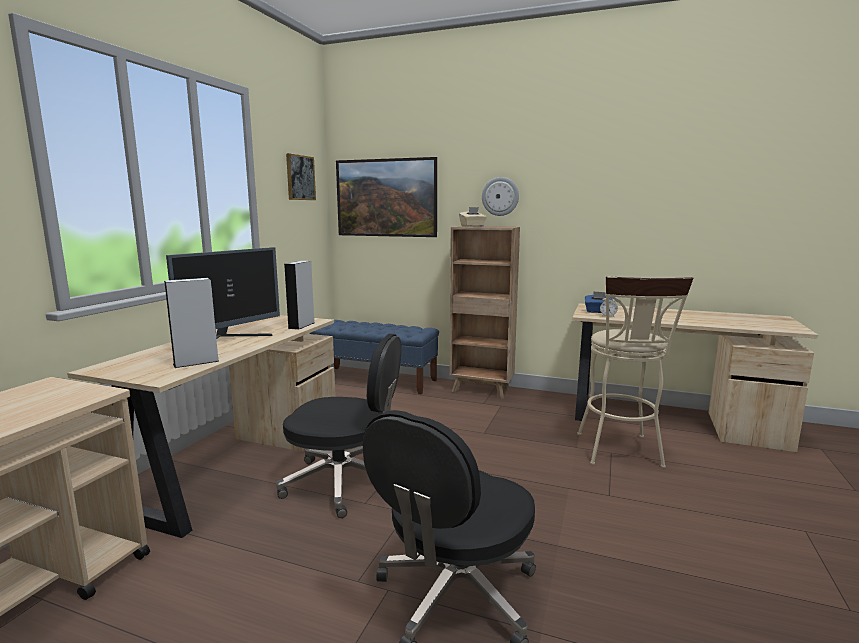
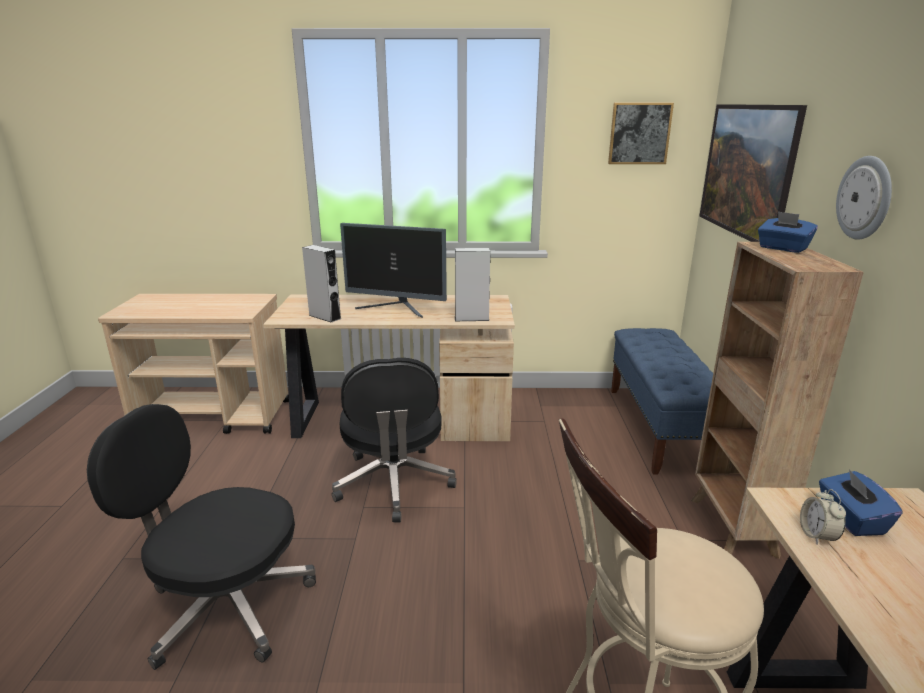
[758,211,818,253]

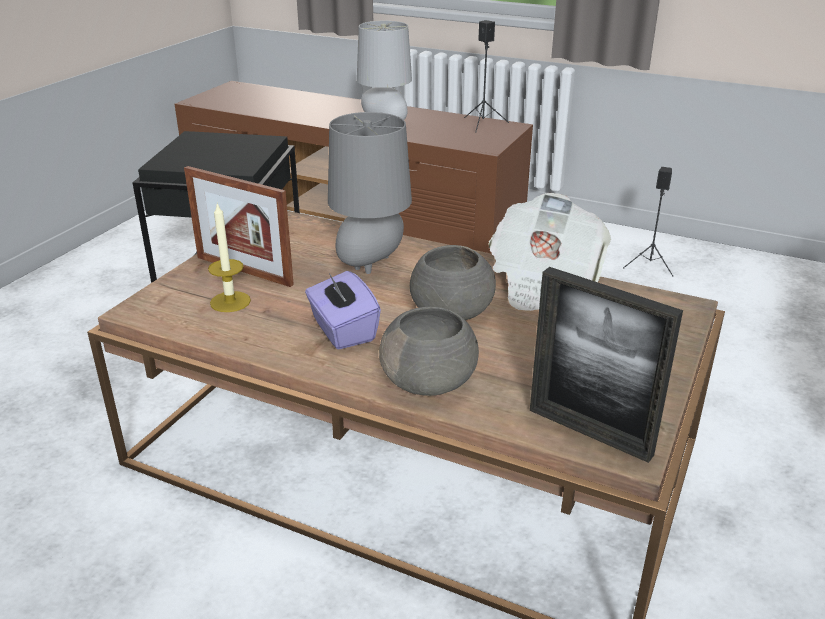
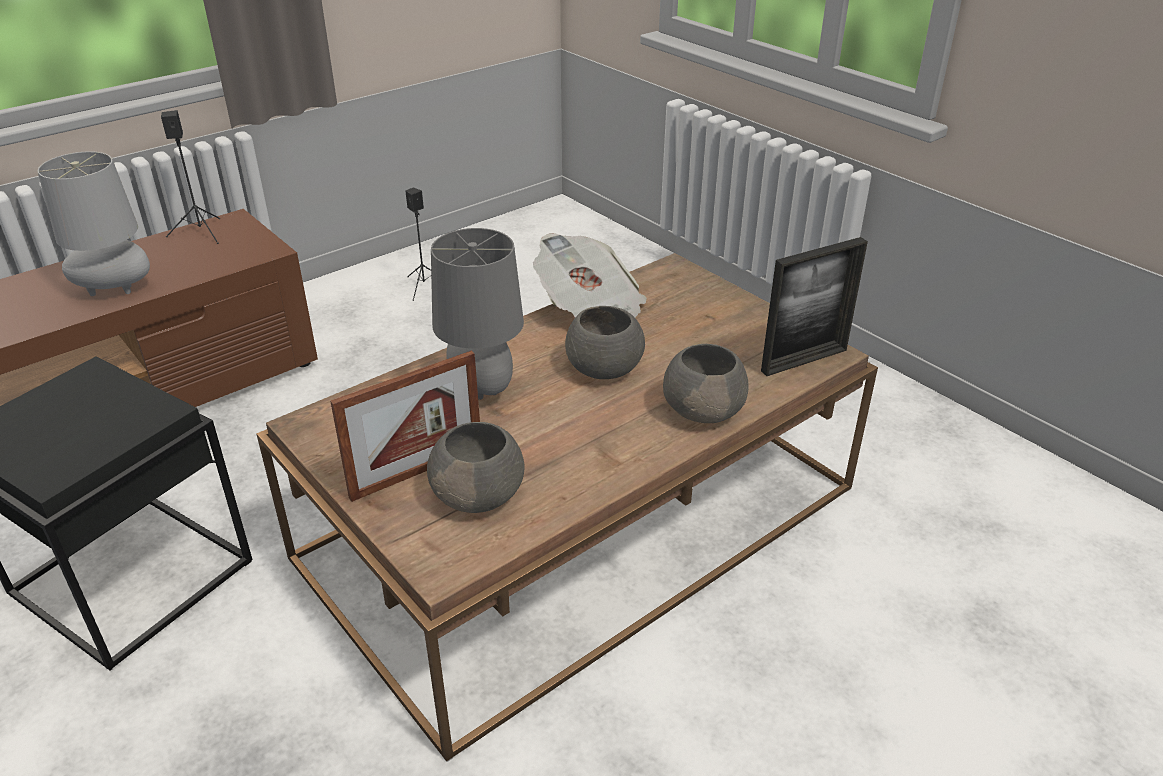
[305,271,381,350] (first image)
[427,422,525,513]

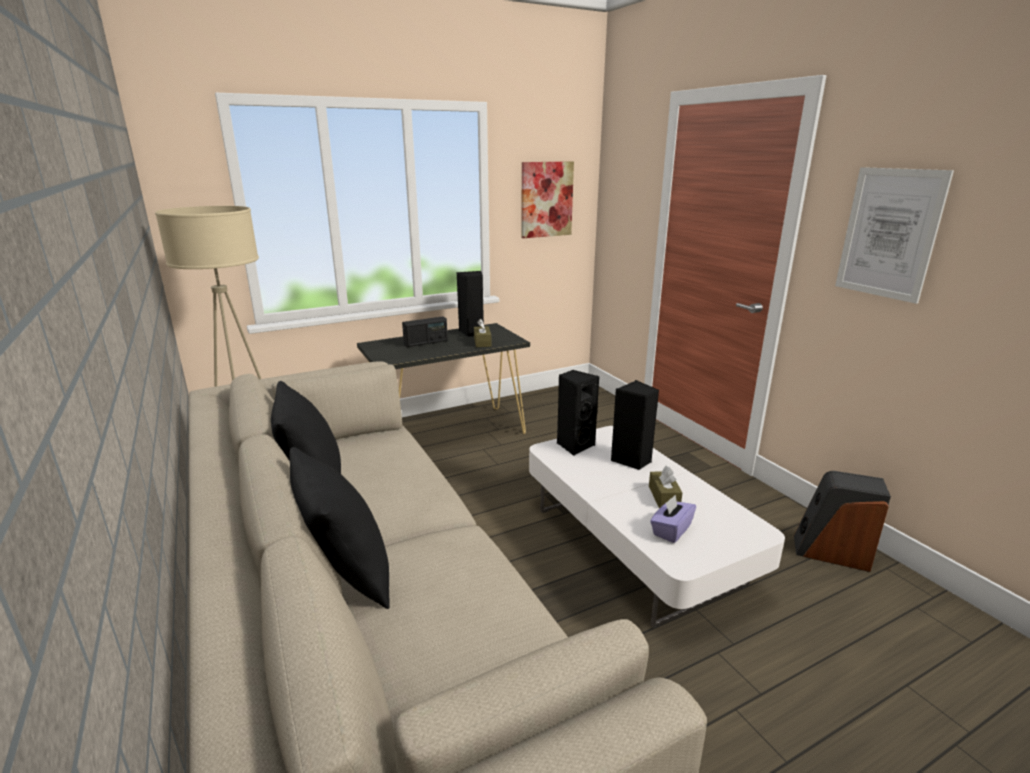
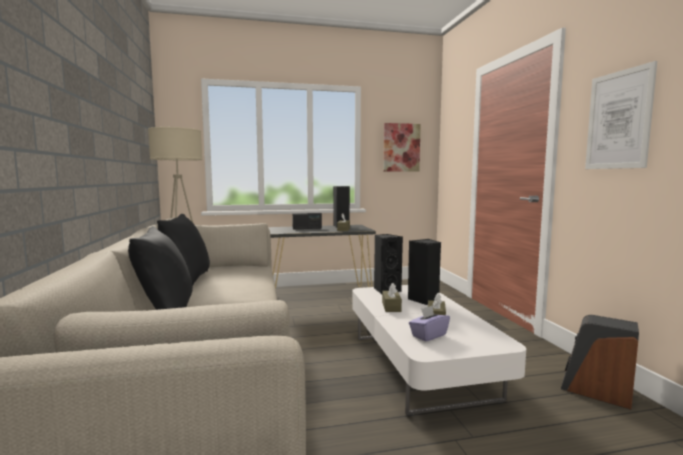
[382,283,402,312]

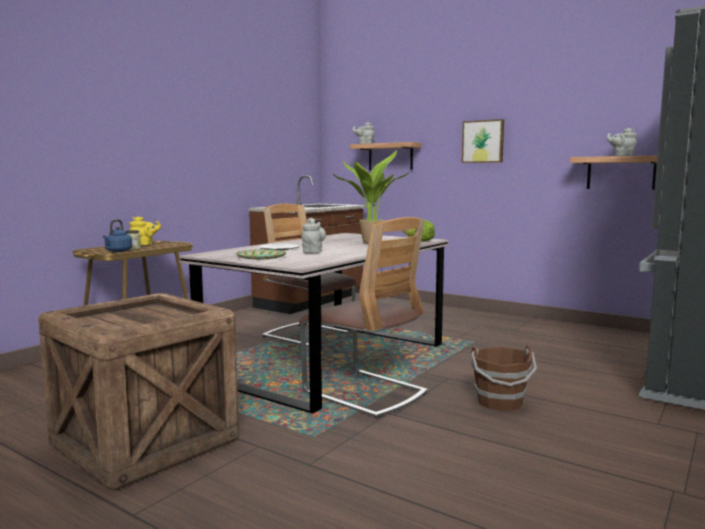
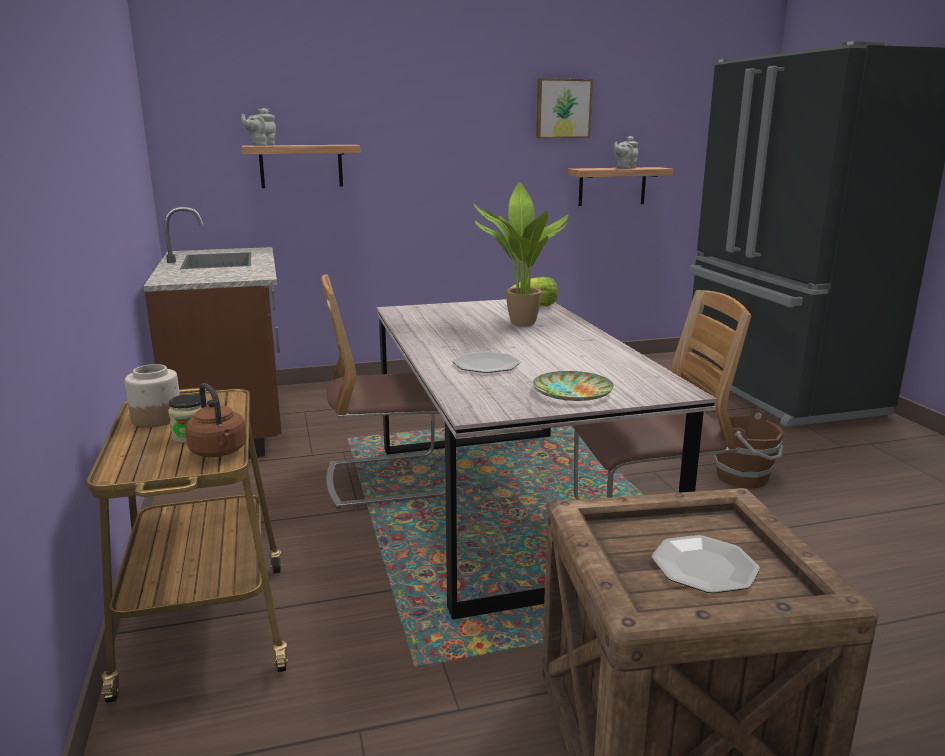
[302,218,326,253] (first image)
[652,535,760,593]
[536,78,593,138]
[125,364,180,427]
[185,383,247,457]

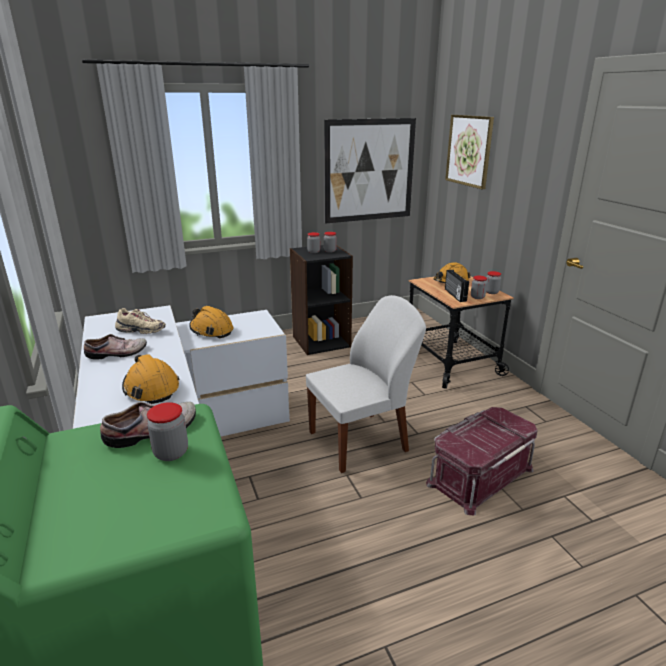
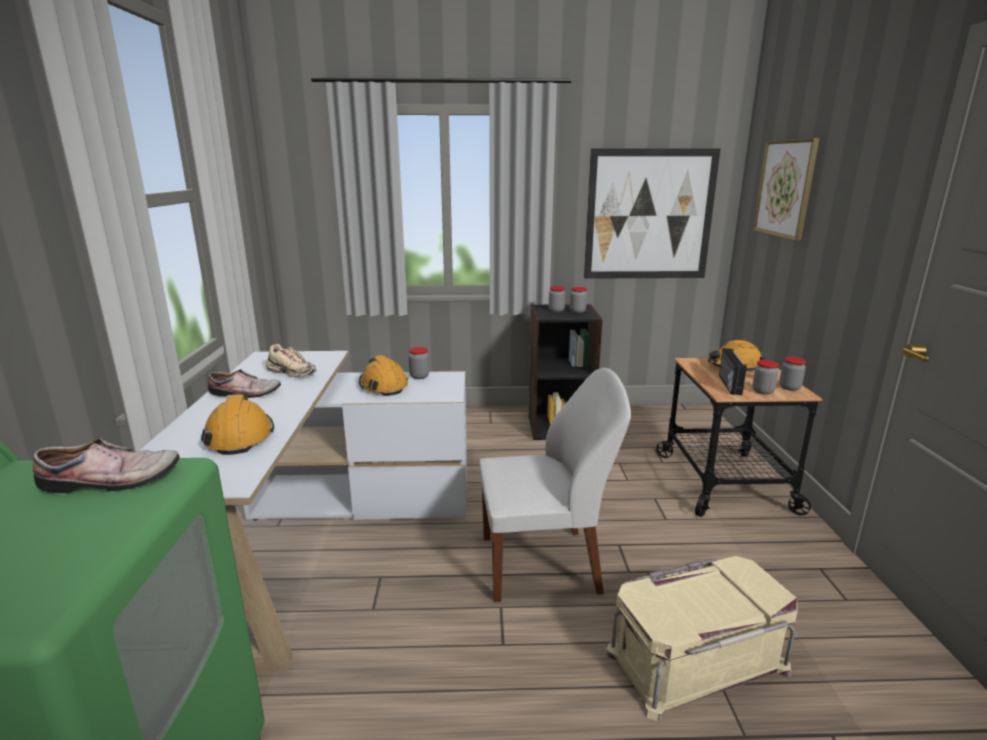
[409,347,429,379]
[605,556,798,722]

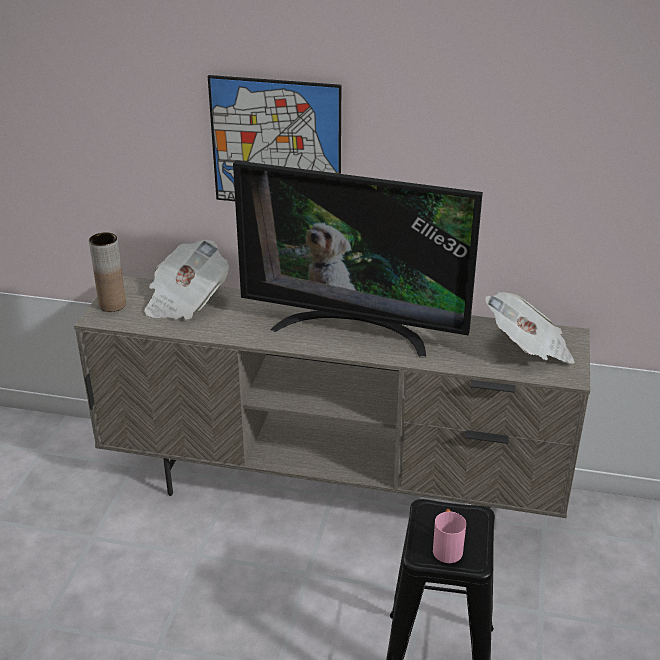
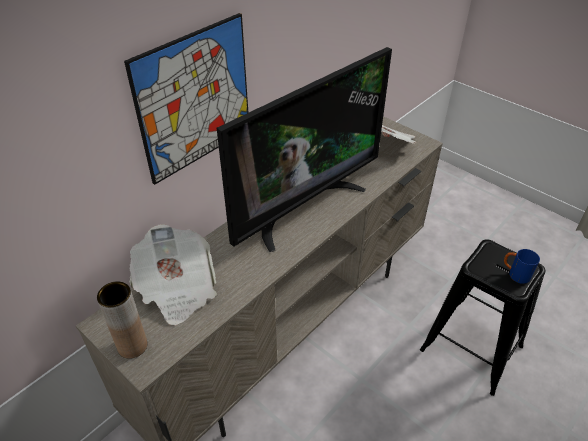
[504,249,540,284]

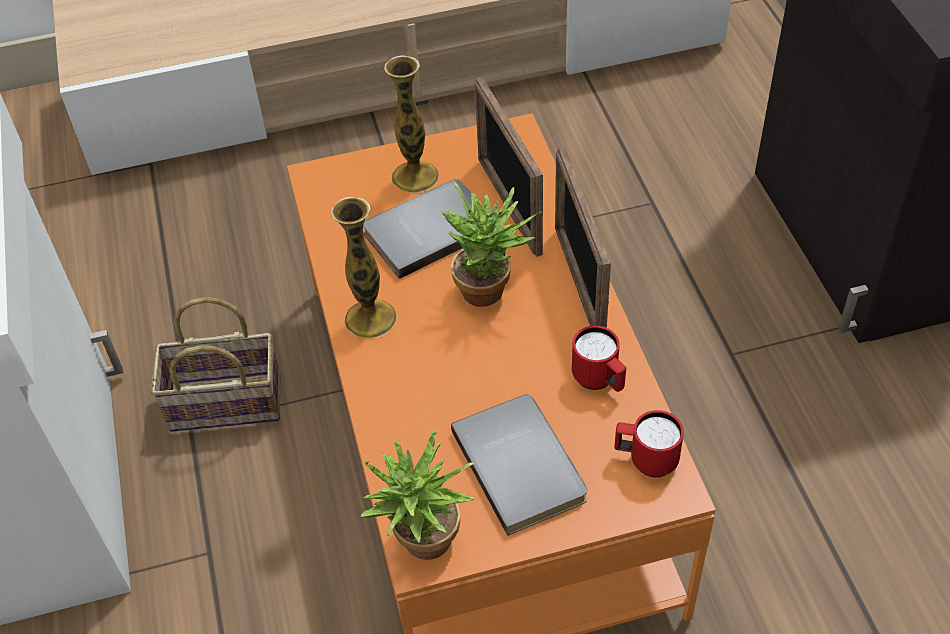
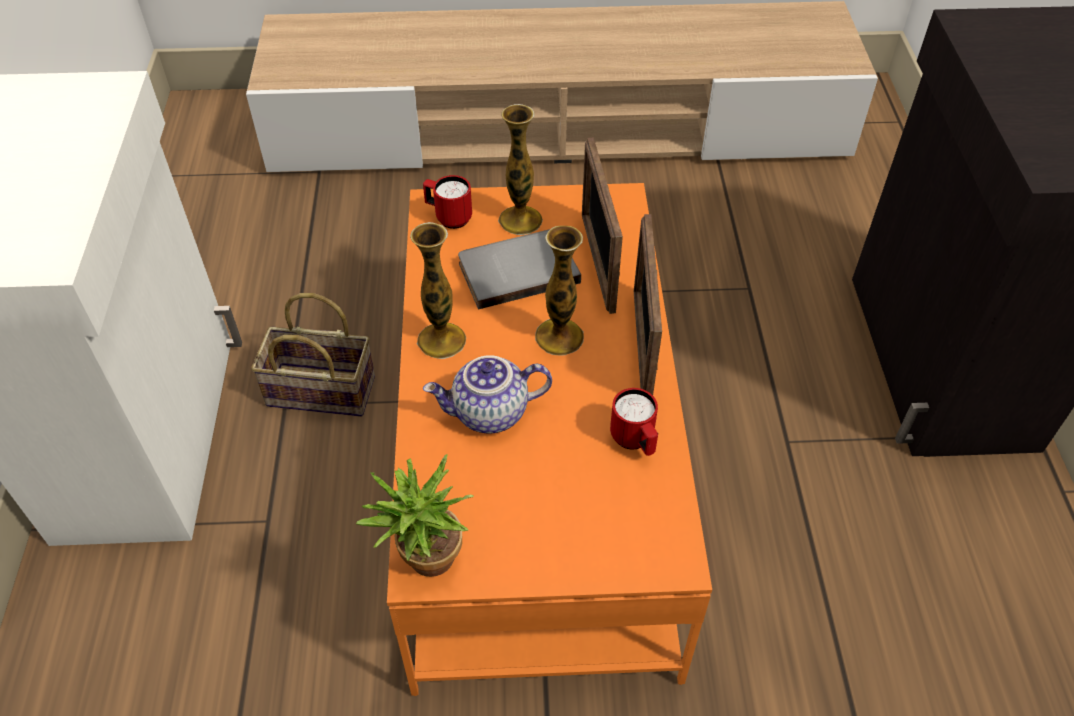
[451,394,587,536] (first image)
[423,355,552,434]
[423,175,472,229]
[535,226,584,356]

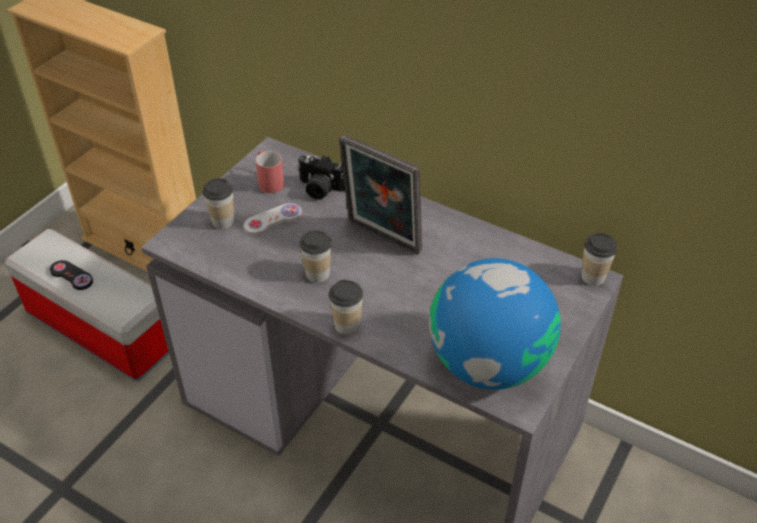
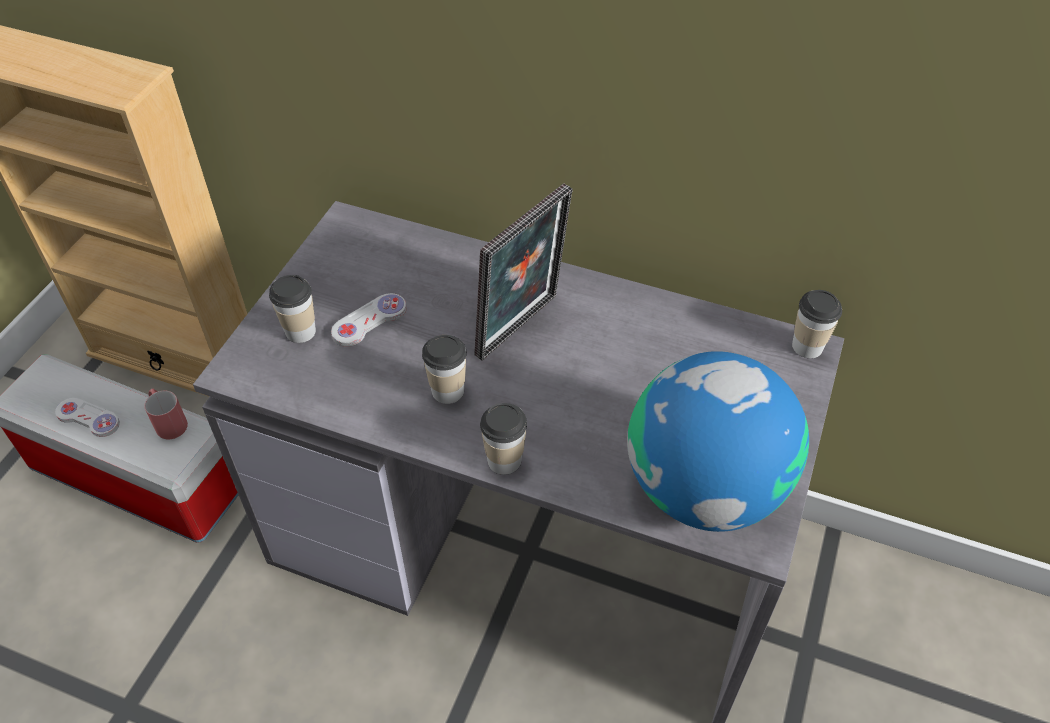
[297,155,345,200] (first image)
[144,389,188,439]
[55,398,120,437]
[474,184,572,360]

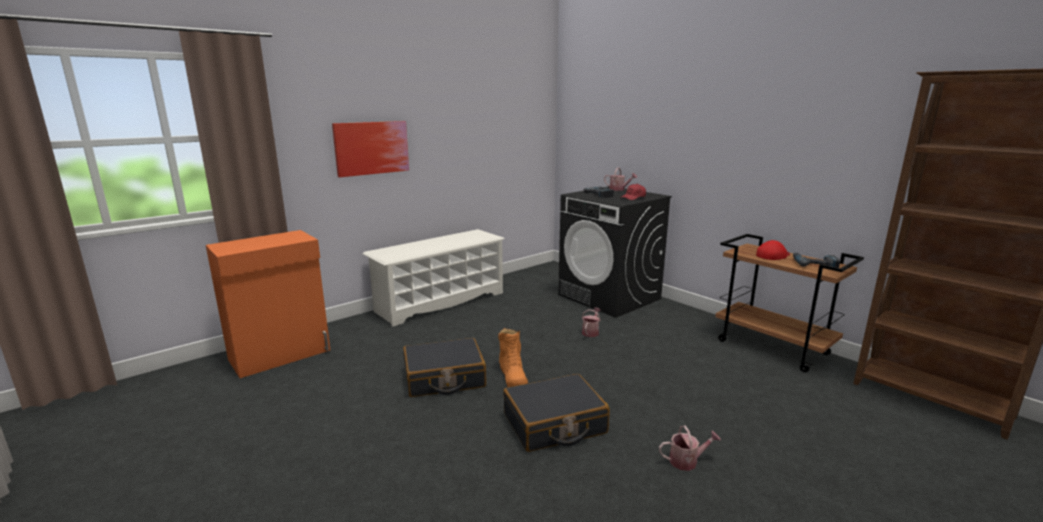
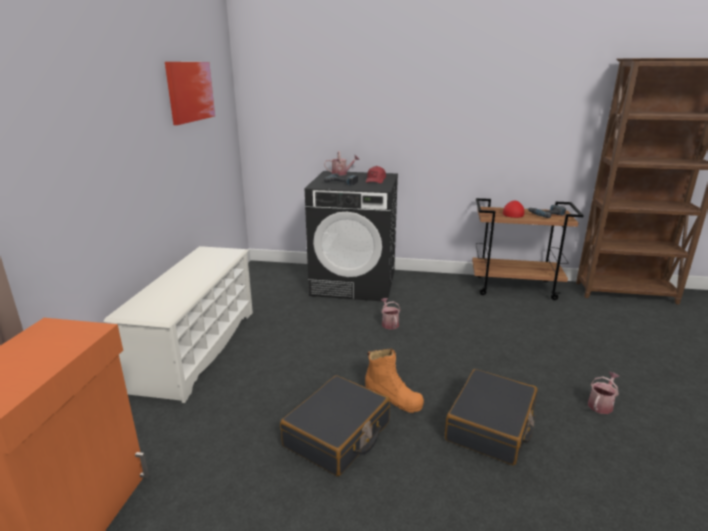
[165,62,215,125]

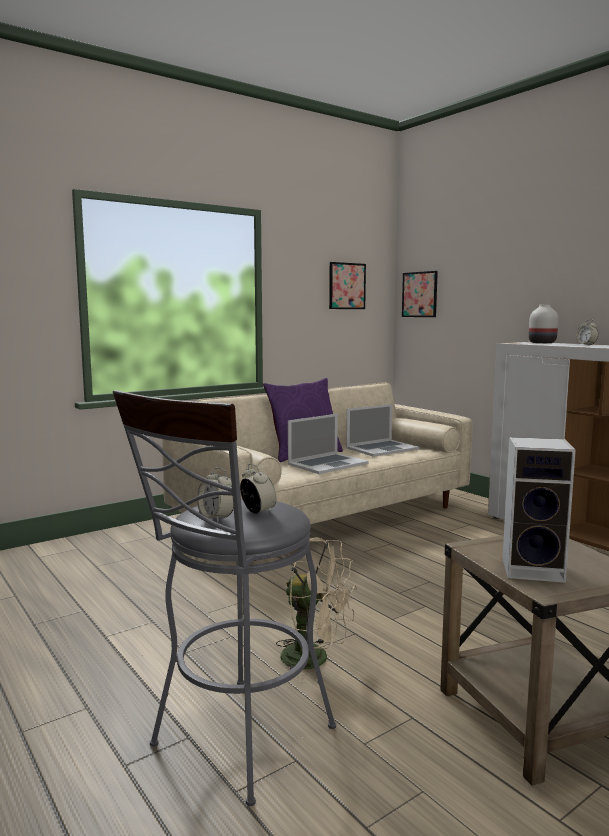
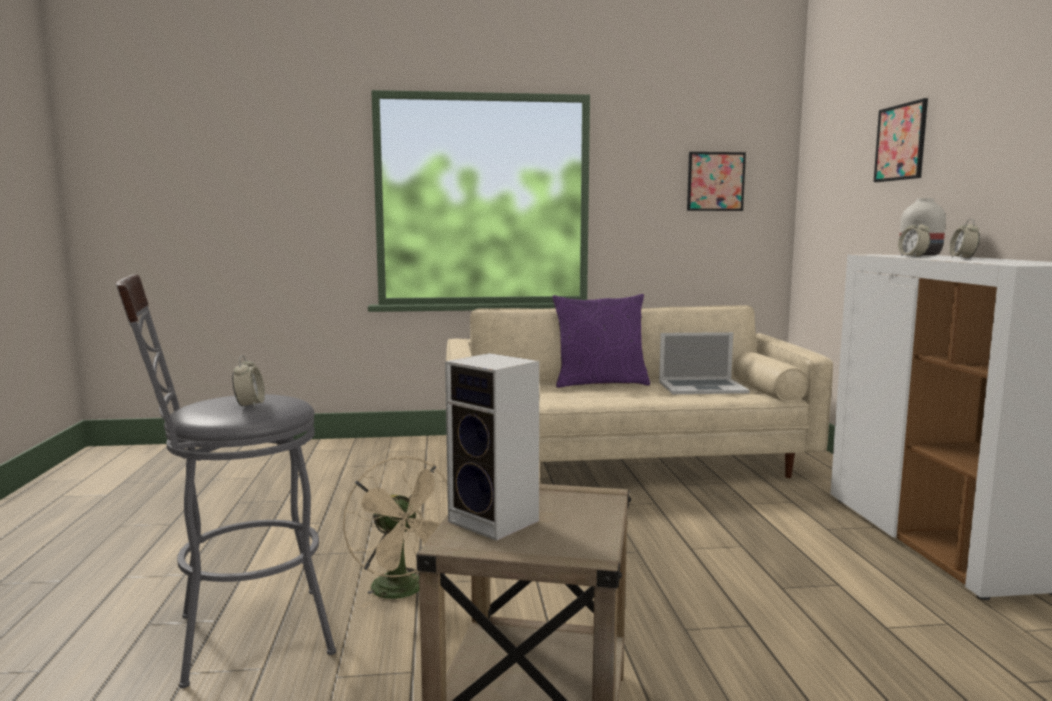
[288,414,368,474] (first image)
[898,219,931,257]
[874,98,928,182]

